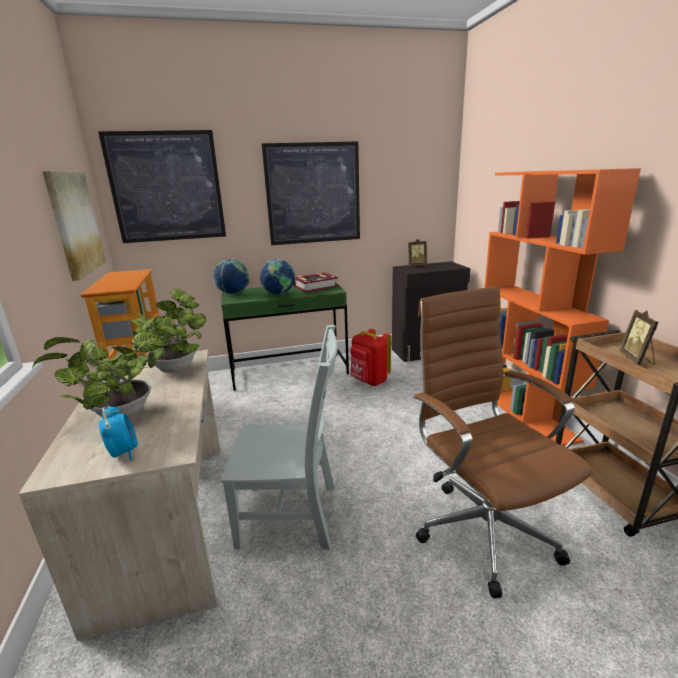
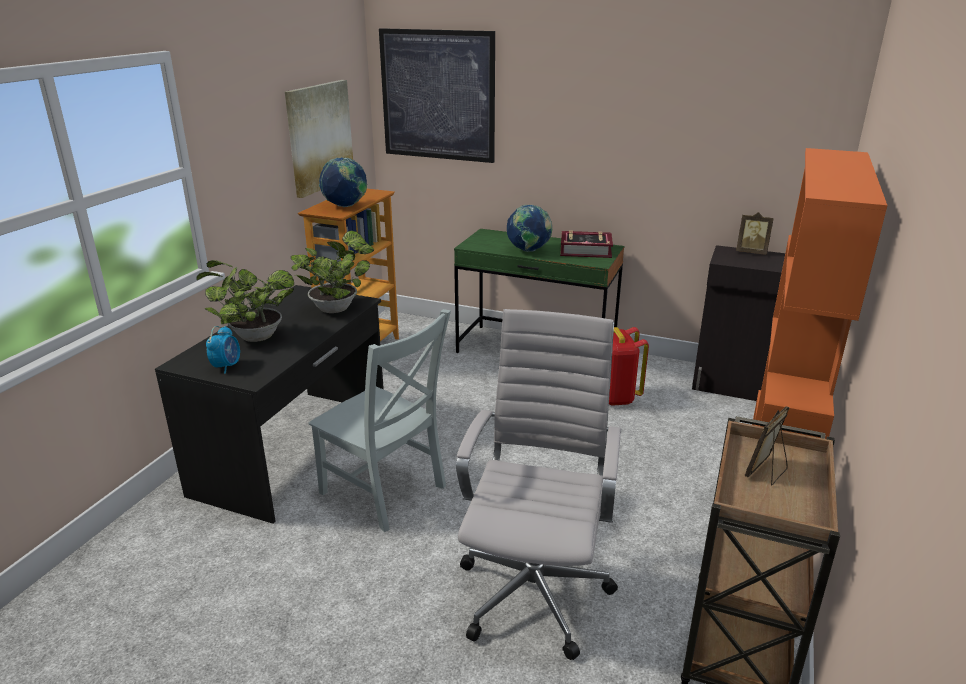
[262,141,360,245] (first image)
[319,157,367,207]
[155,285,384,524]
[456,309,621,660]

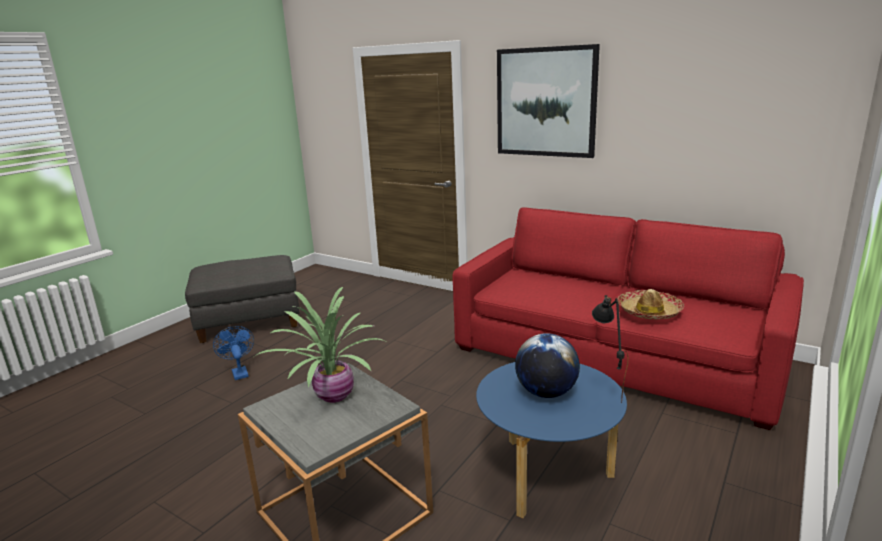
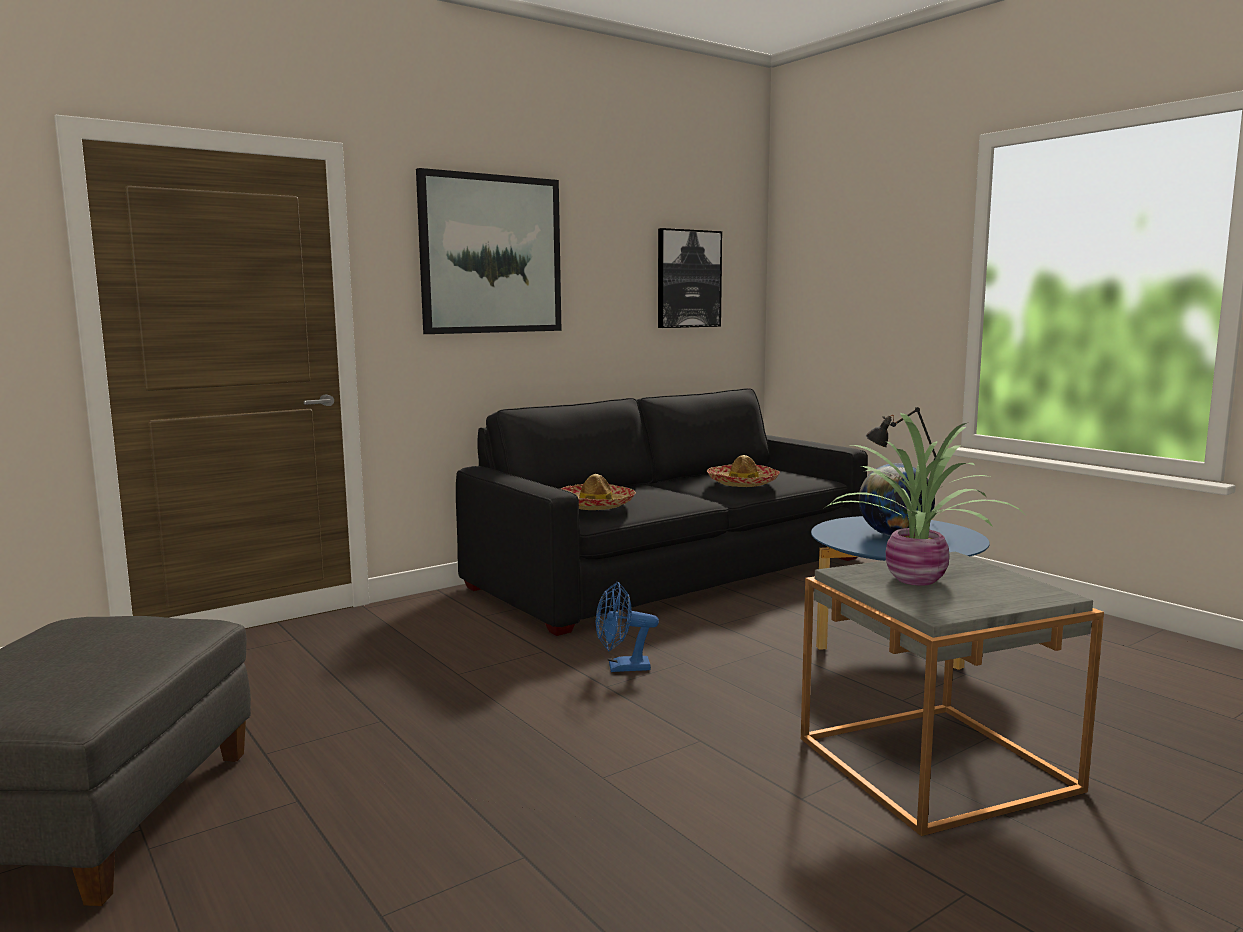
[561,474,636,510]
[658,228,722,328]
[596,582,659,672]
[456,388,868,636]

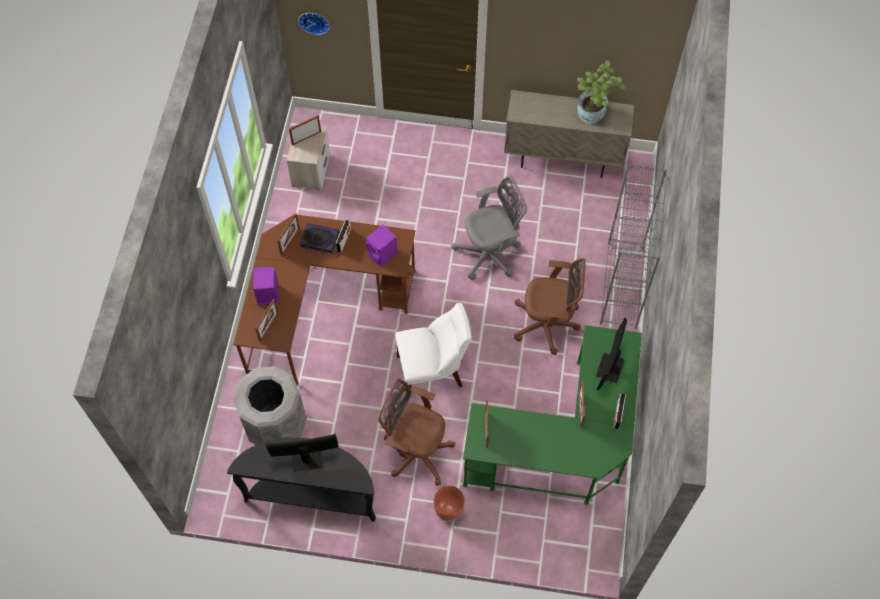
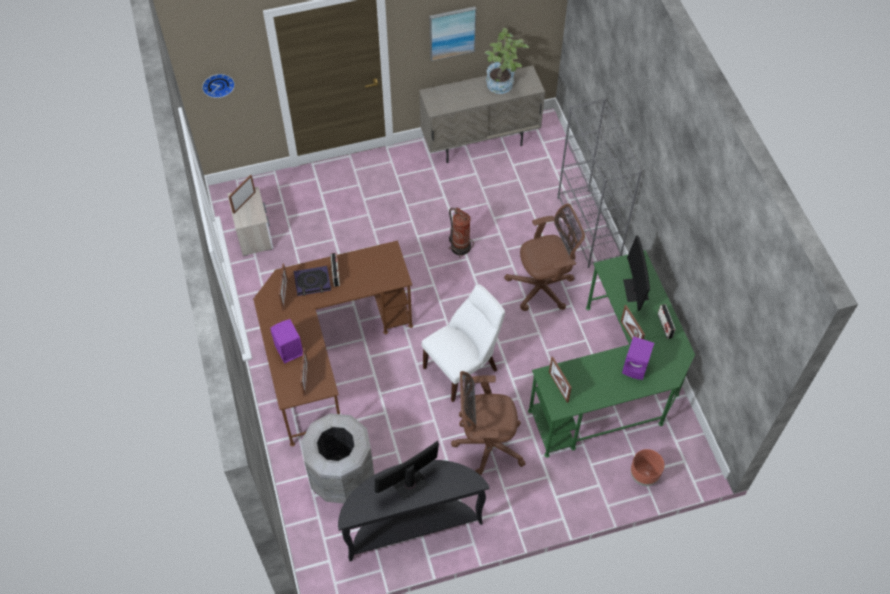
[430,6,476,61]
[622,336,654,380]
[631,449,664,486]
[449,208,474,257]

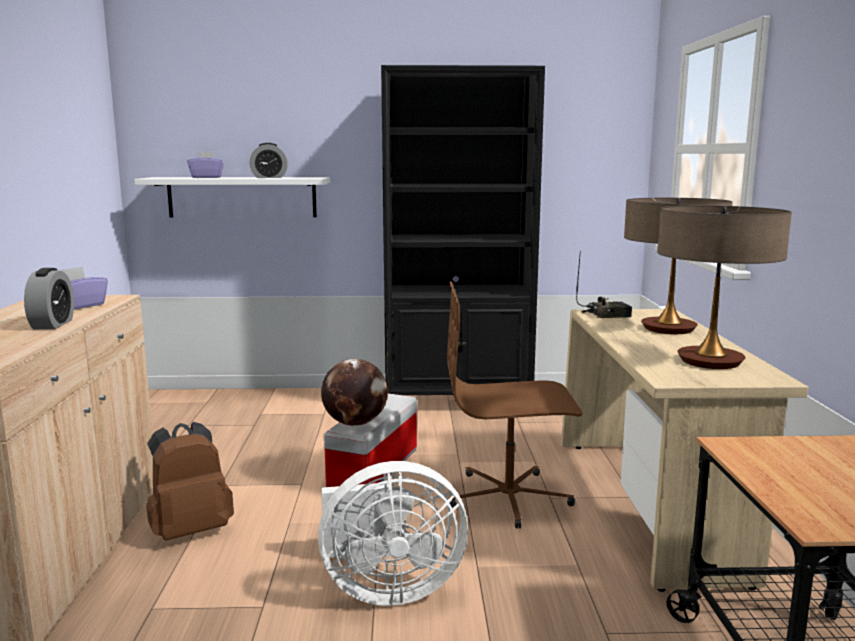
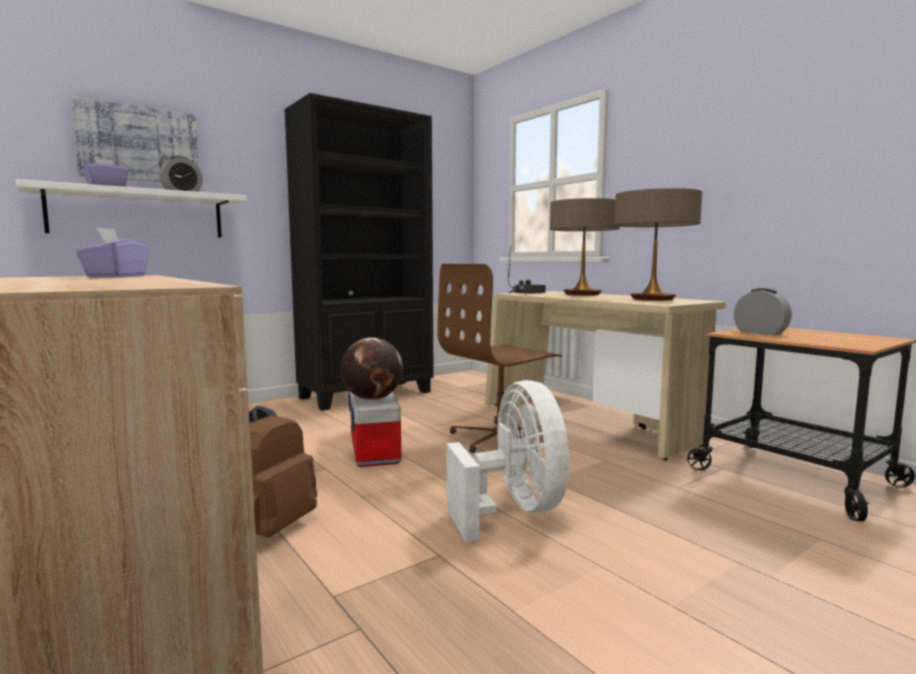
[71,97,199,182]
[734,288,792,335]
[447,380,569,542]

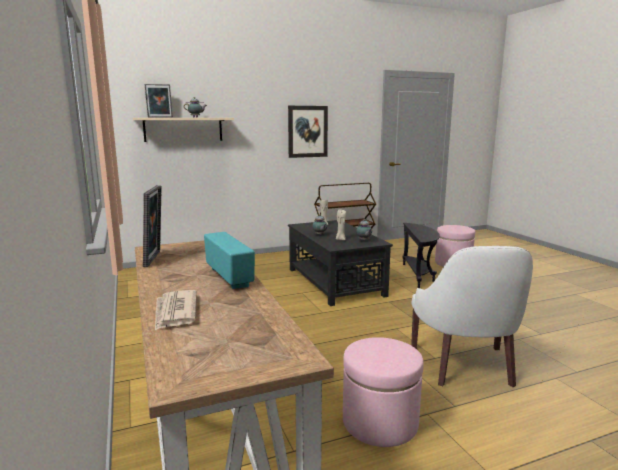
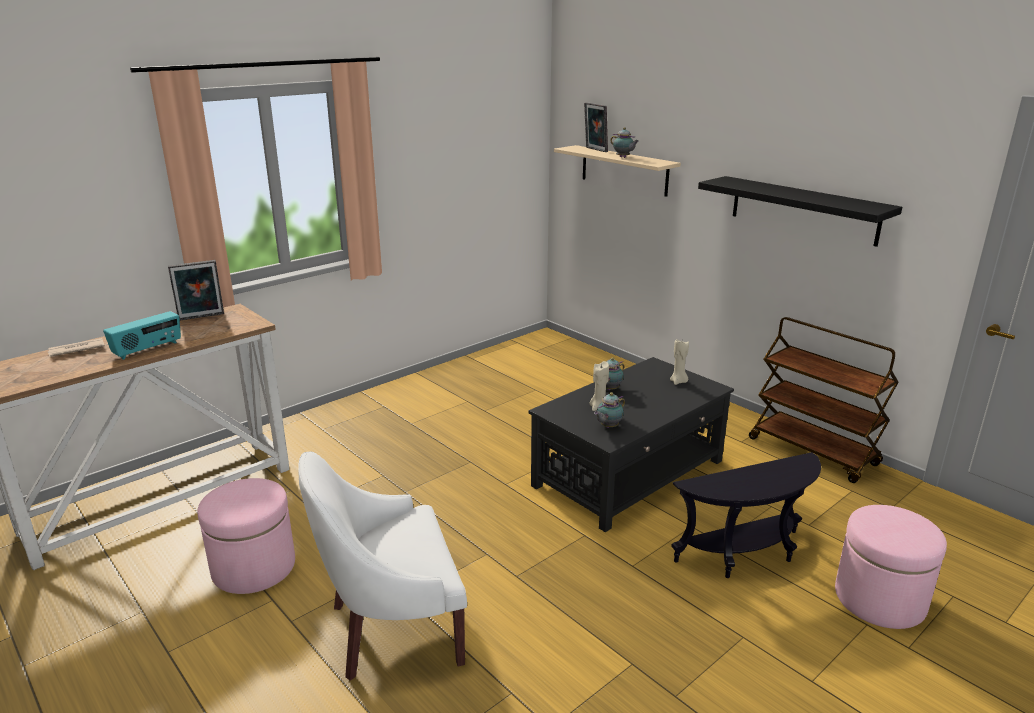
[698,176,902,247]

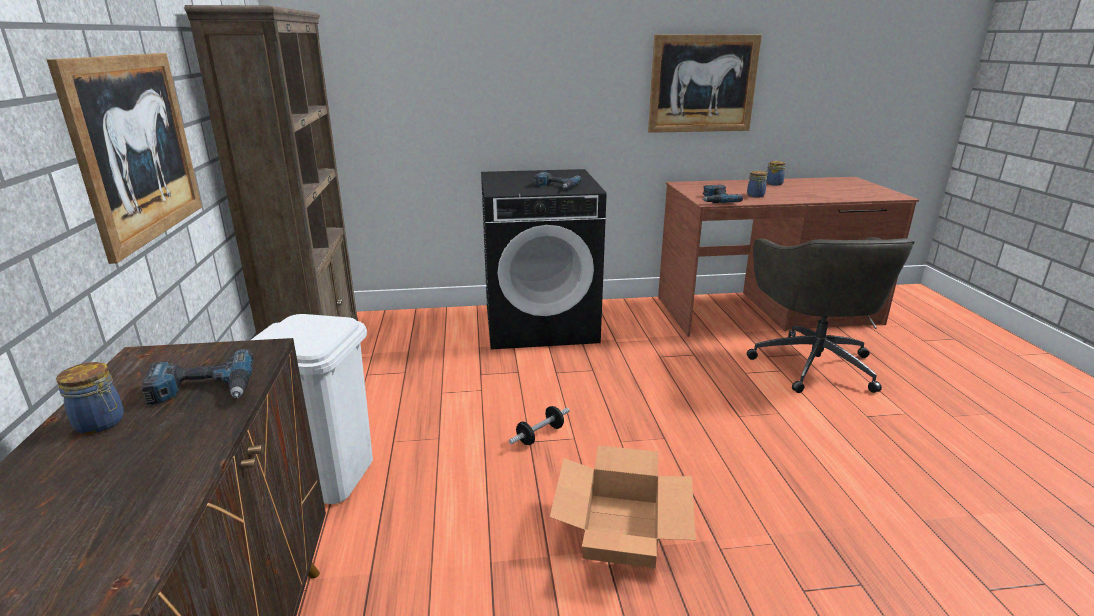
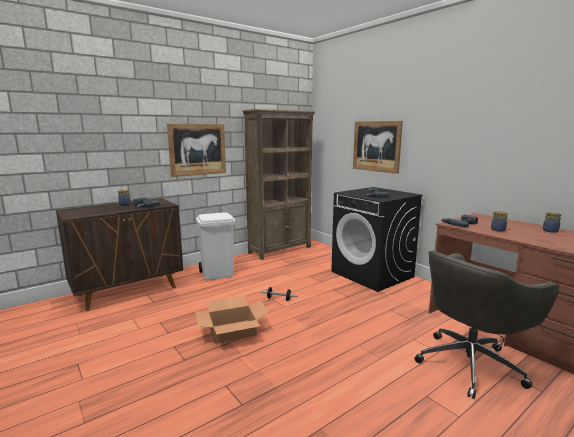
[353,121,403,174]

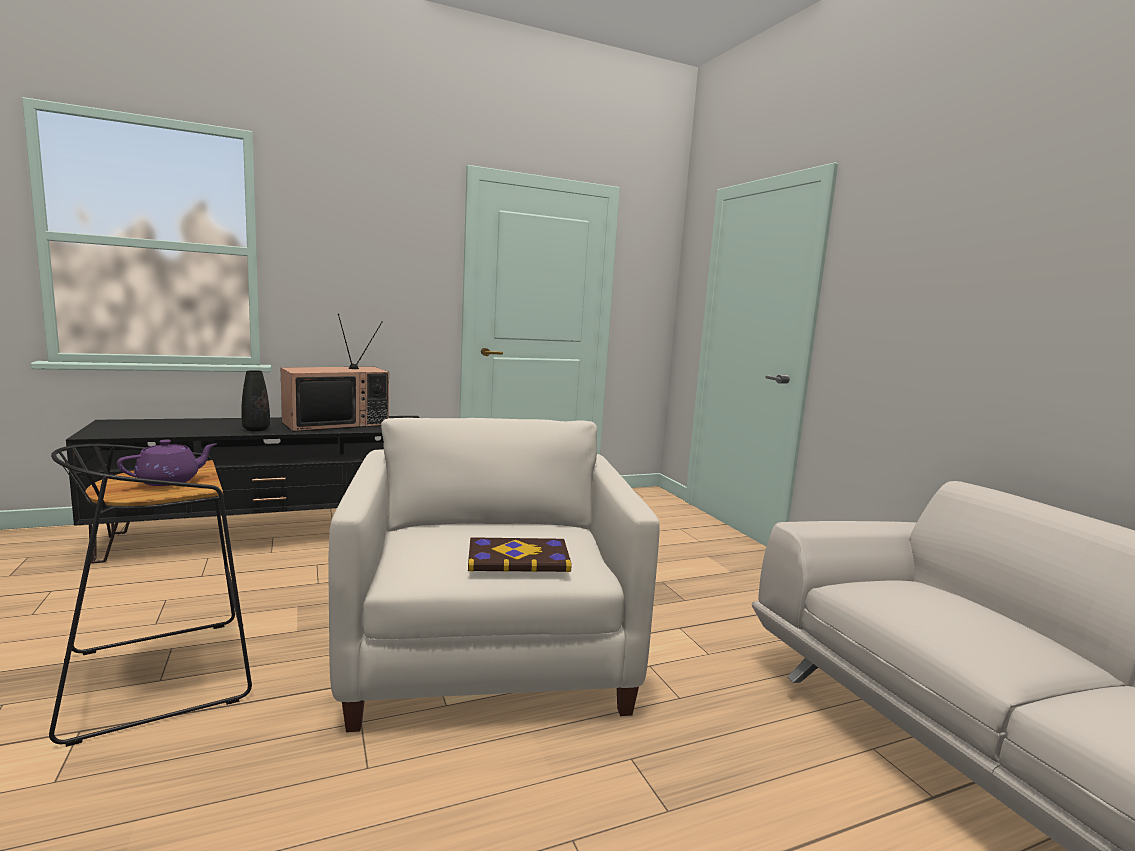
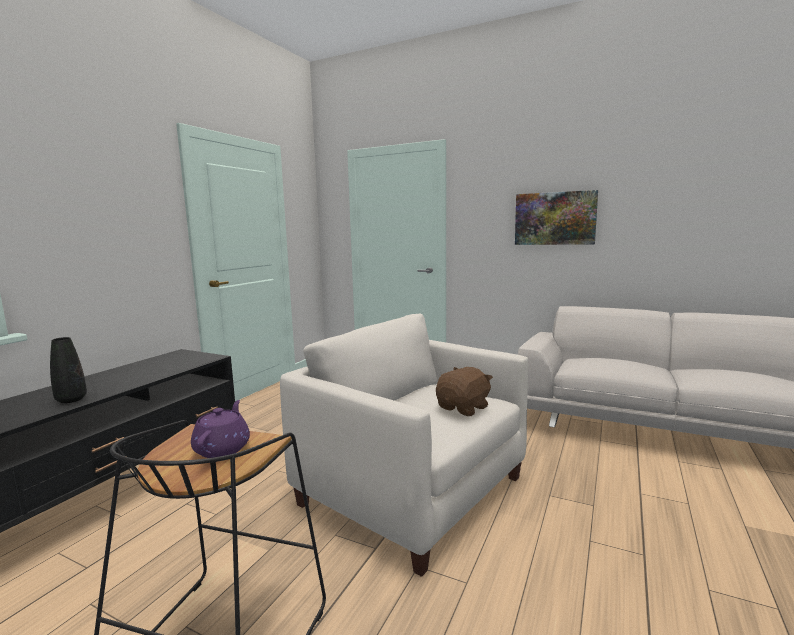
[281,314,389,432] (first image)
[515,190,598,245]
[436,367,493,416]

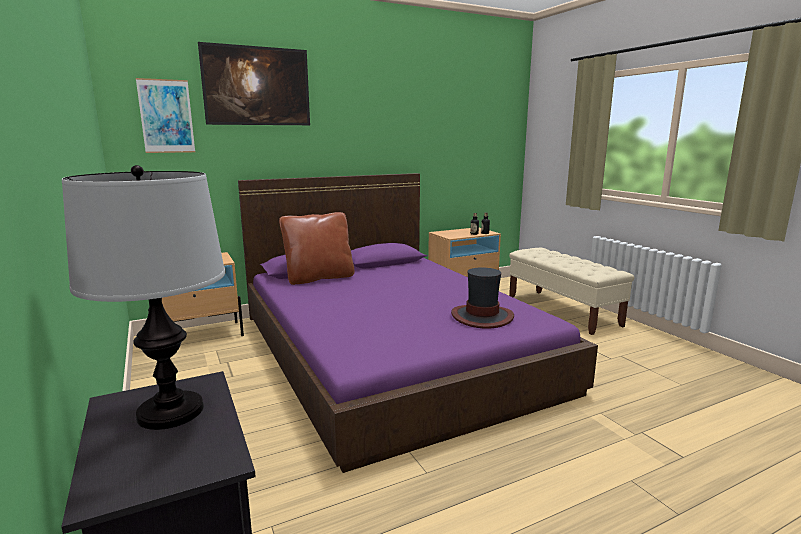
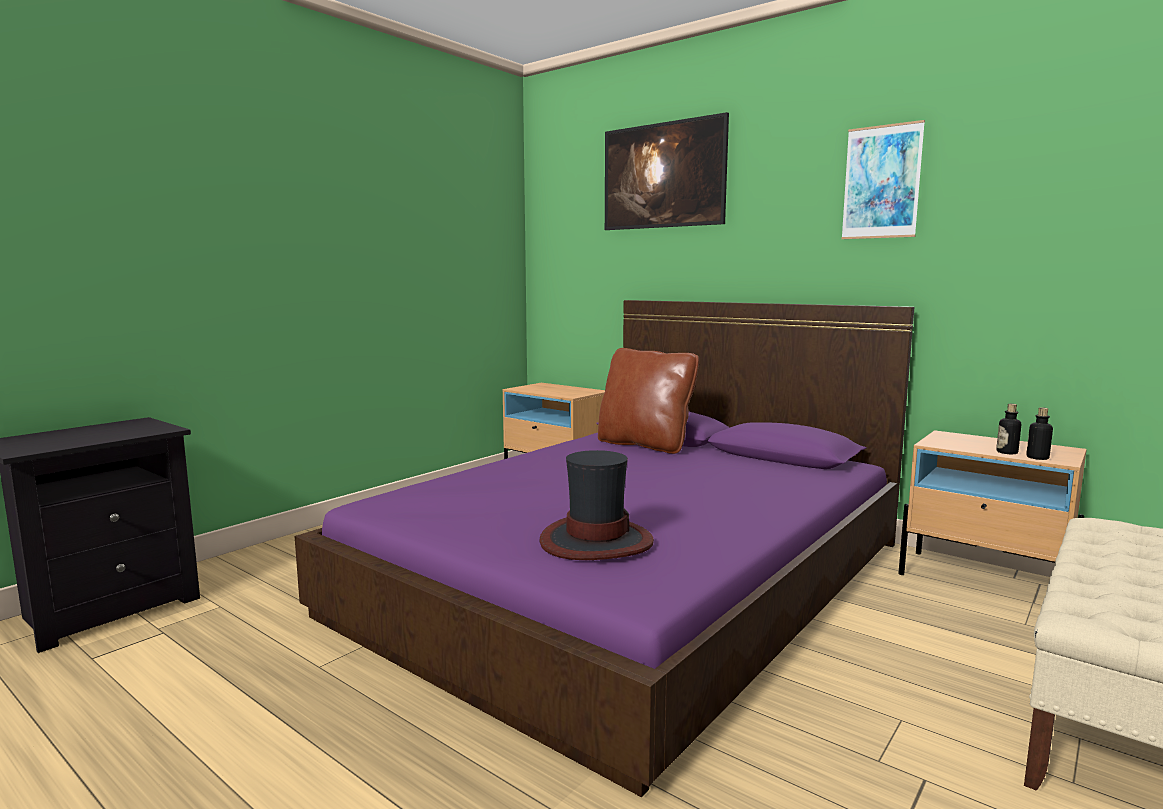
[62,165,225,430] (first image)
[841,120,925,239]

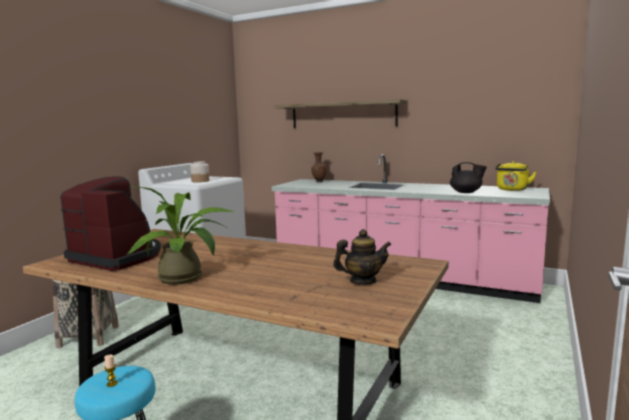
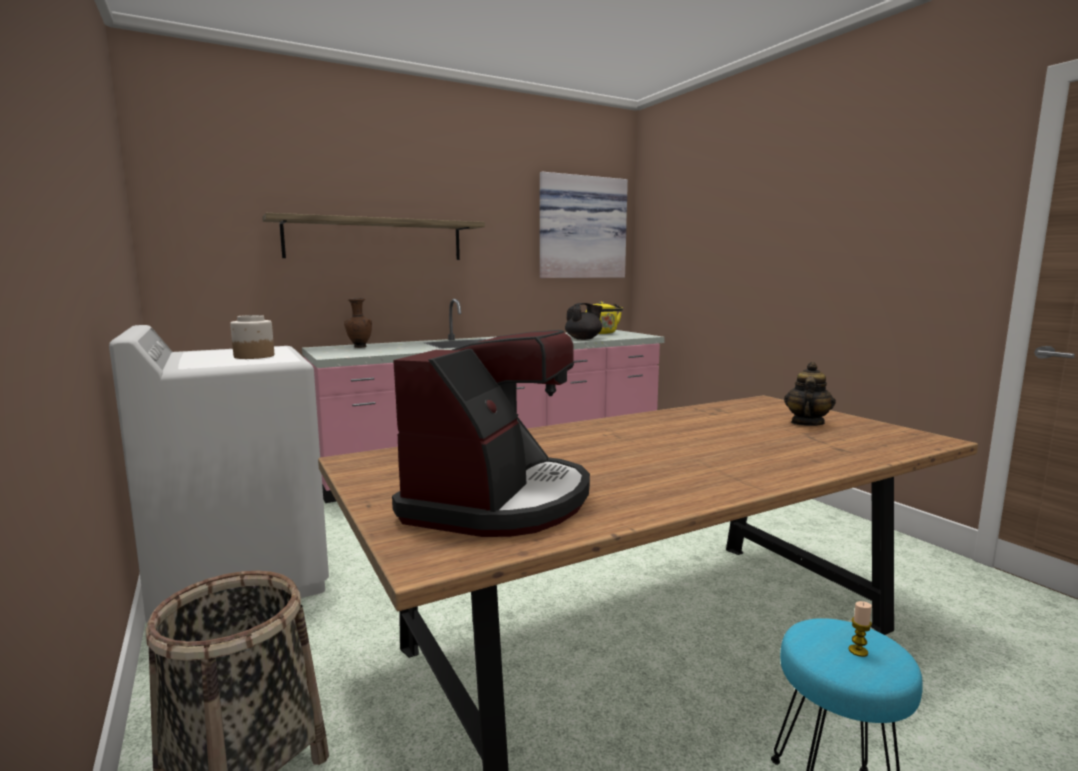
[125,187,234,285] (first image)
[540,172,628,278]
[392,330,590,537]

